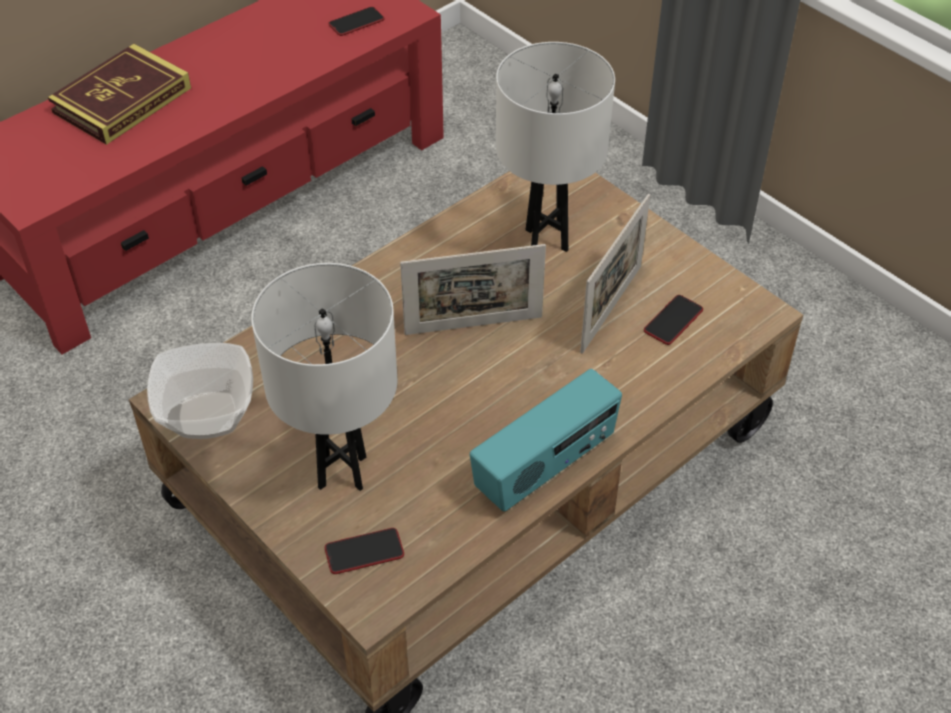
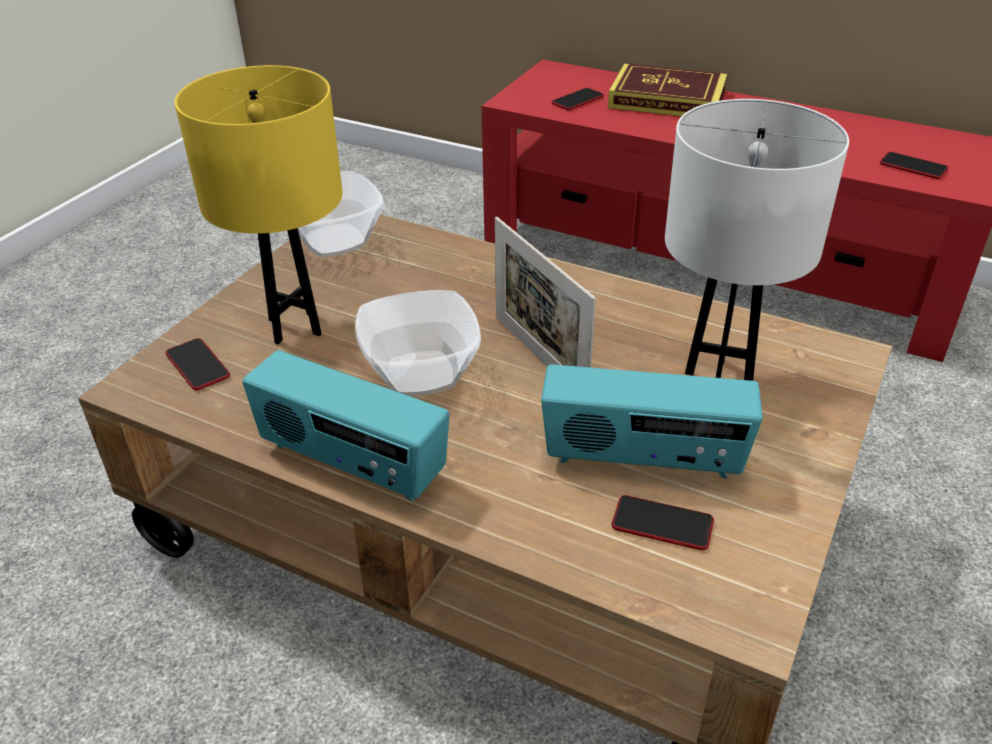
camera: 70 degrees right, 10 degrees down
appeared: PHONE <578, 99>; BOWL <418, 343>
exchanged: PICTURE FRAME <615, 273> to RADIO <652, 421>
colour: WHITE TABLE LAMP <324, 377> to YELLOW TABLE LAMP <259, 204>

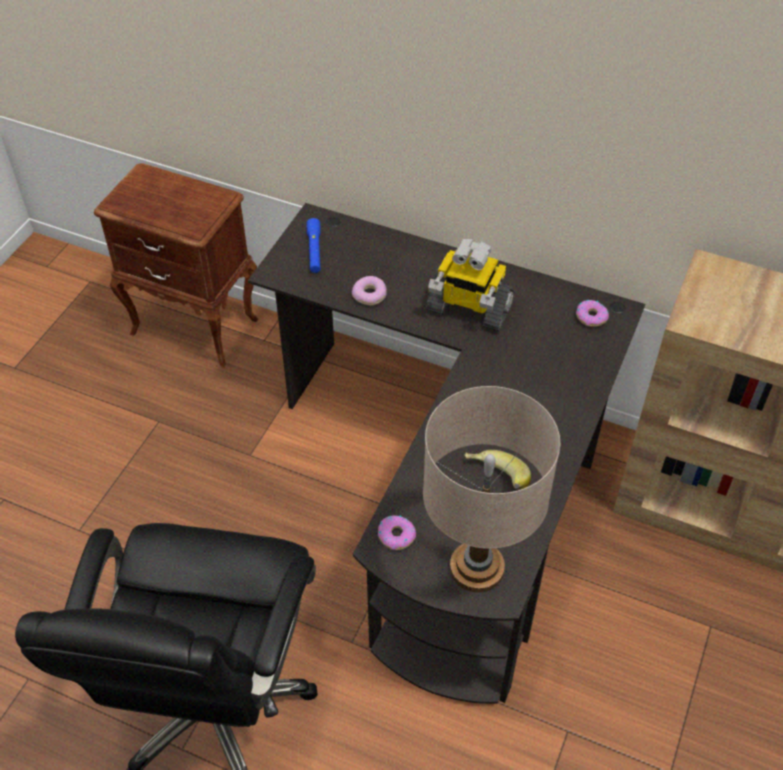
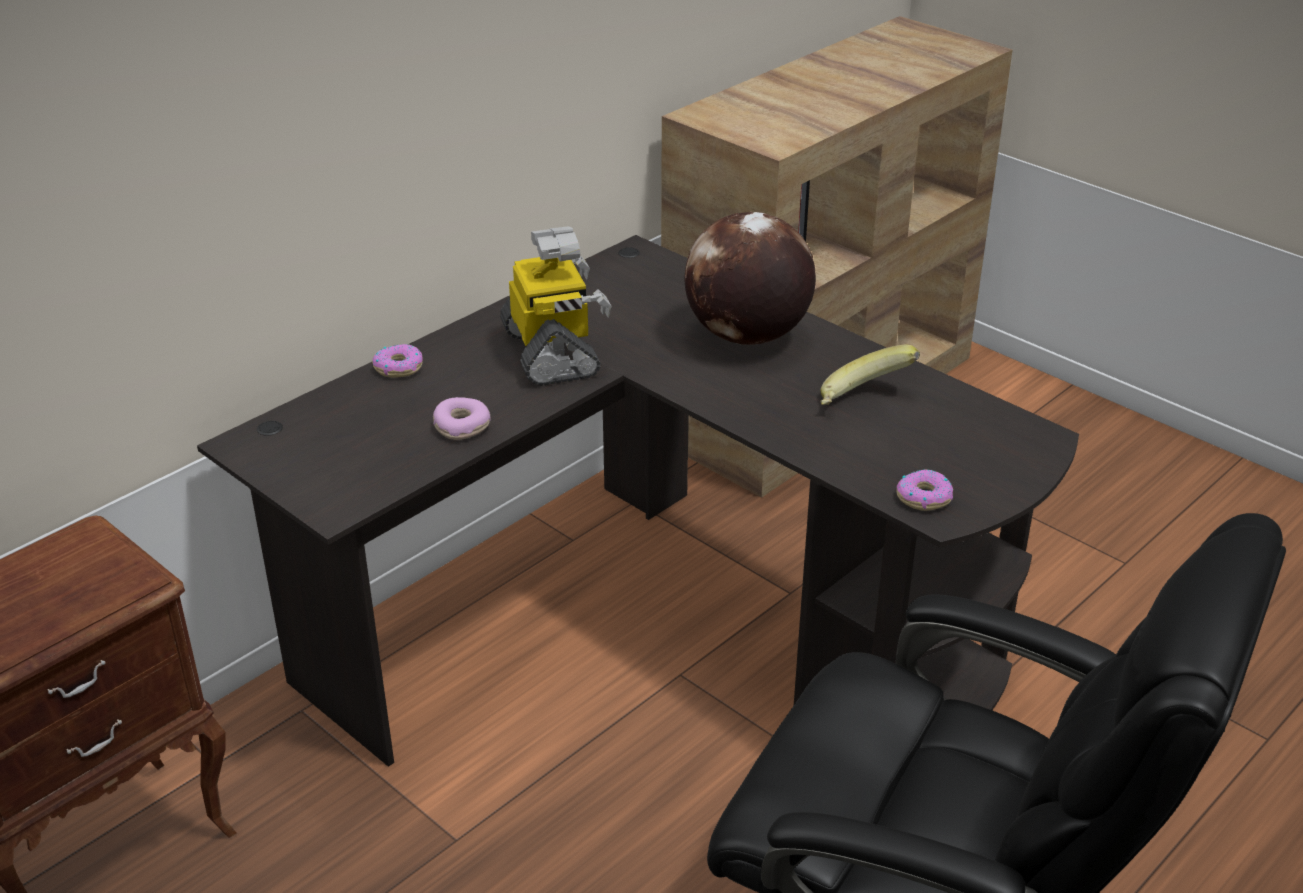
camera: 70 degrees left, 15 degrees down
missing: BLUE FLASHLIGHT <313, 245>; BEIGE TABLE LAMP <491, 489>
appeared: GLOBE <750, 278>
relocated: DONUT <592, 313> to <397, 361>
spun: TOY ROBOT <470, 285> = <555, 305> 60 degrees counterclockwise

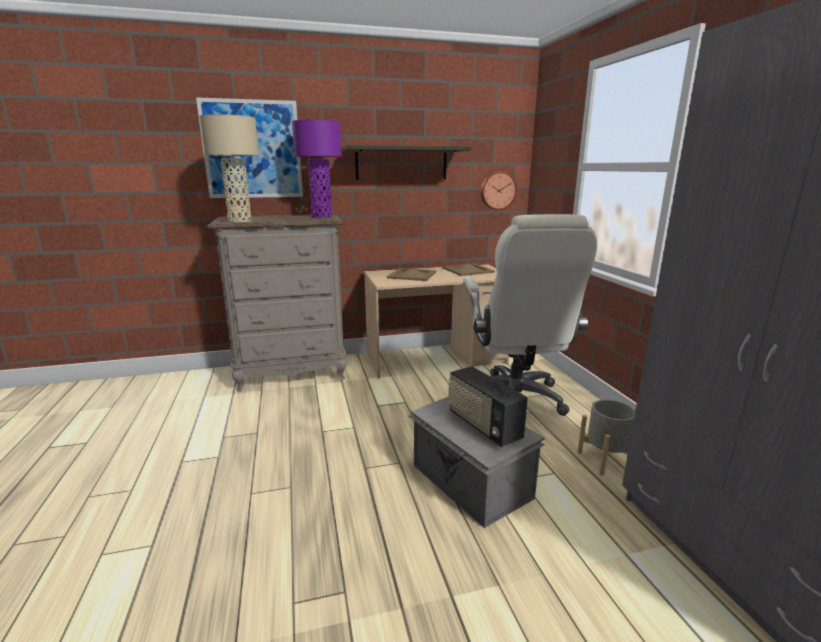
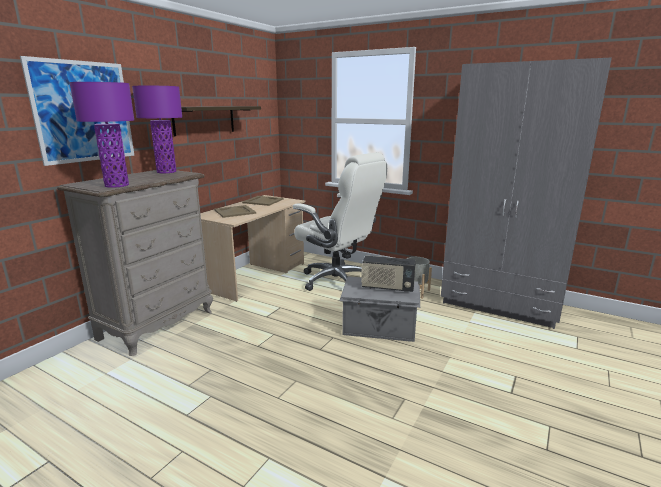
camera: 45 degrees left, 0 degrees up
missing: WALL CLOCK <499, 190>
colour: BEIGE TABLE LAMP <229, 168> to PURPLE TABLE LAMP <101, 135>

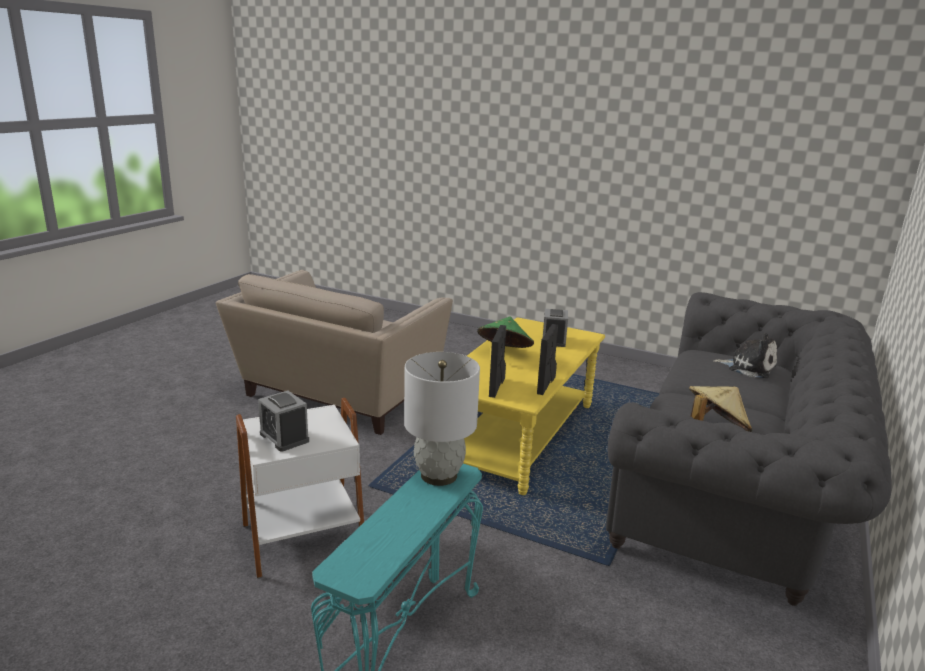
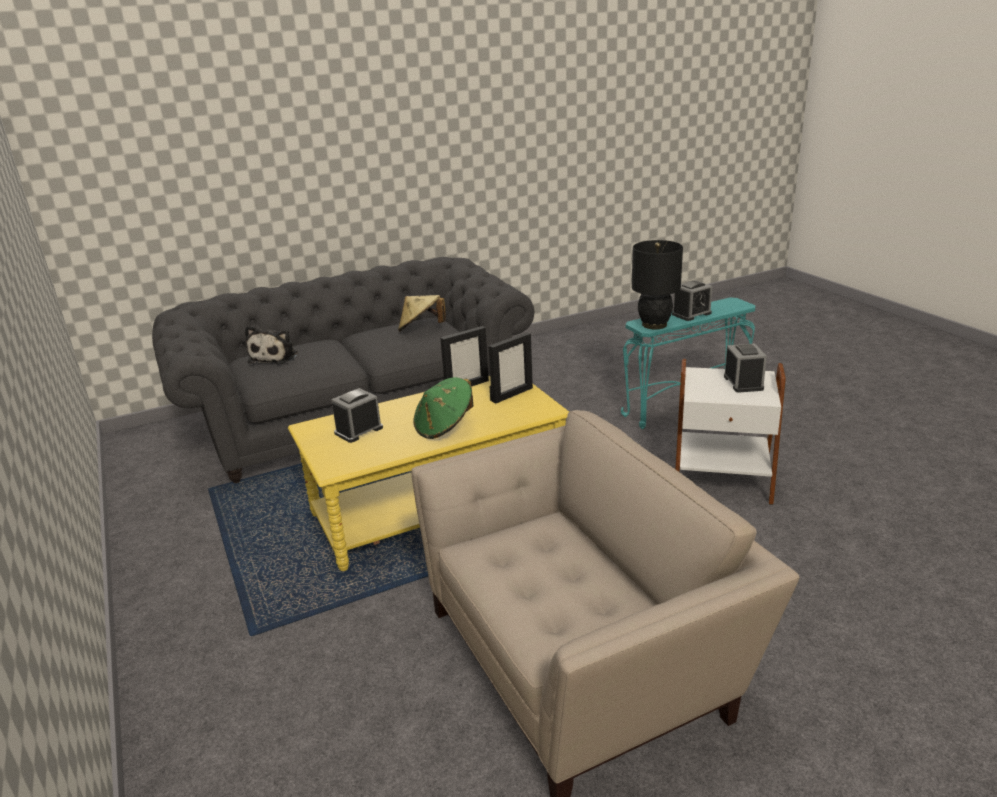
camera: 140 degrees left, 5 degrees up
appeared: ALARM CLOCK <692, 300>
colour: WHITE TABLE LAMP <442, 419> to BLACK TABLE LAMP <657, 284>
spun: PLUSH TOY <745, 355> = <271, 345> 150 degrees counterclockwise

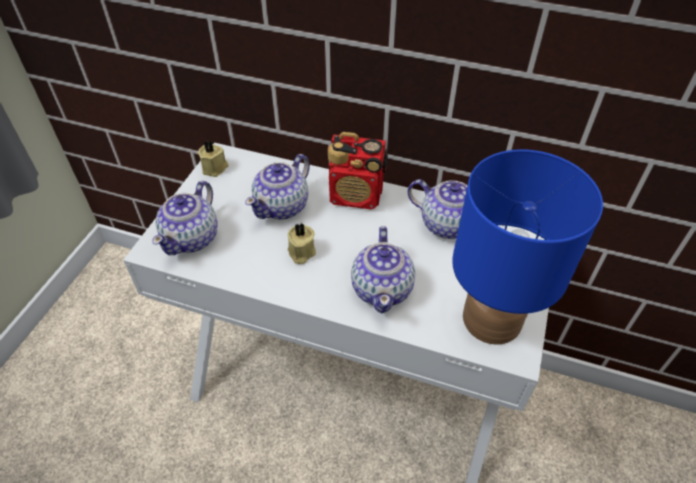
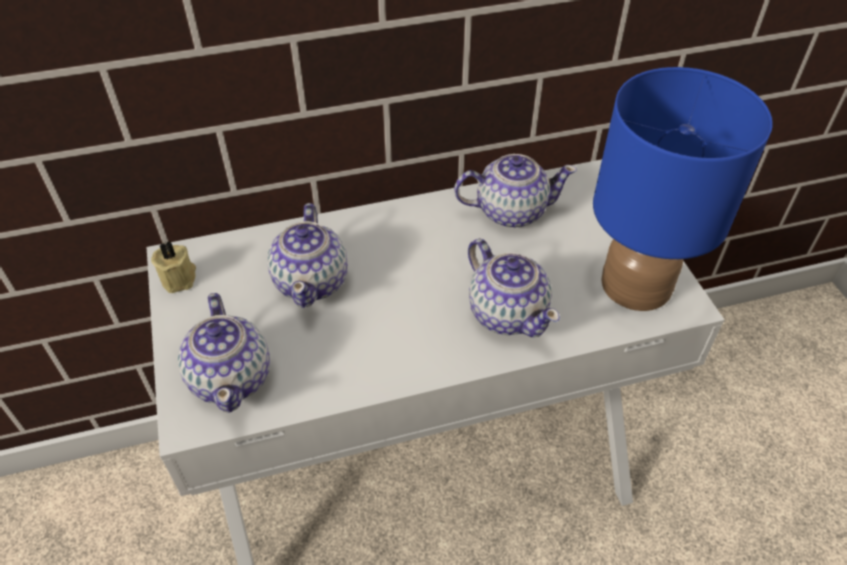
camera: 35 degrees left, 0 degrees up
missing: RADIO <358, 171>; BEIGE CANDLE <302, 243>

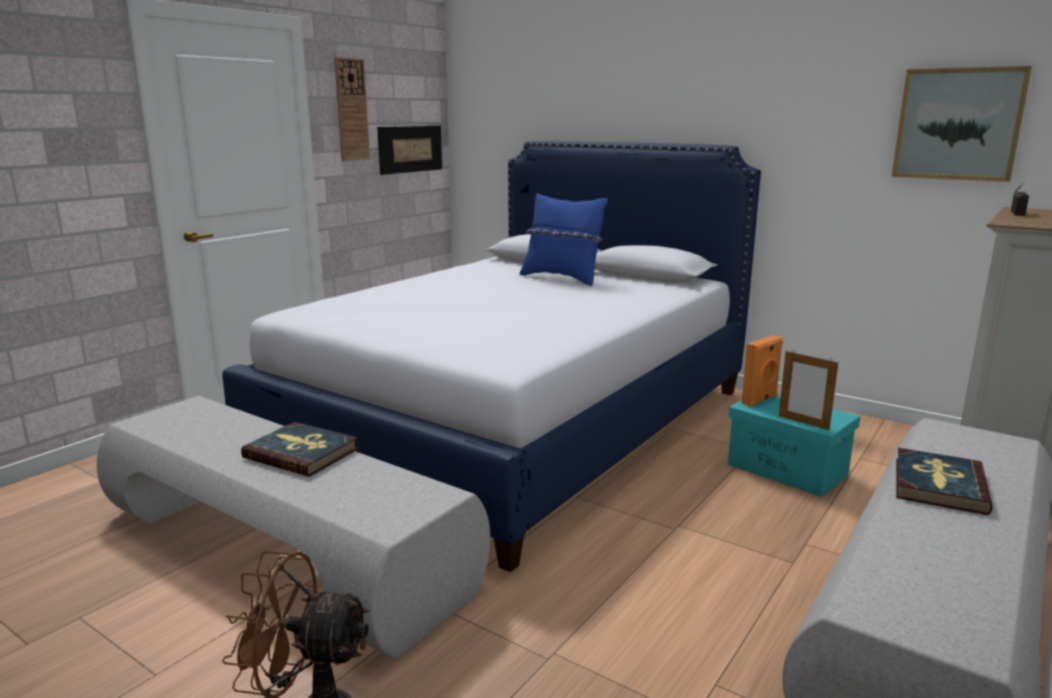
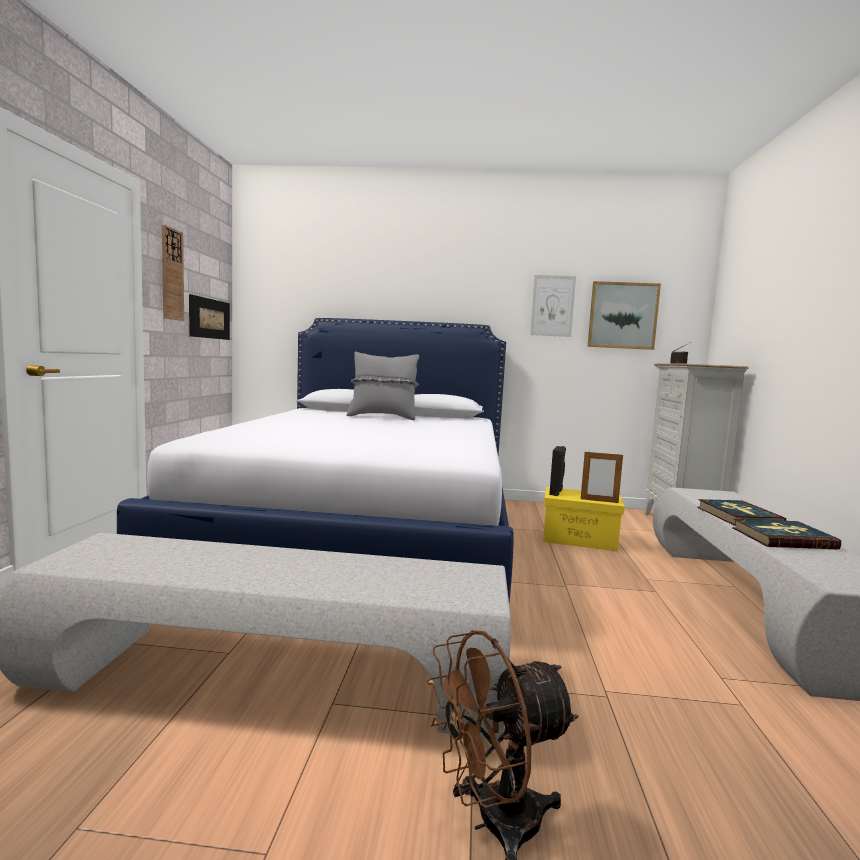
camera: 30 degrees left, 10 degrees down
appeared: PICTURE <553, 306>
relocated: BOOK <299, 449> to <786, 534>
colour: BLUE PILLOW <564, 239> to GREY PILLOW <383, 385>; ORANGE SPEAKER <762, 371> to BLACK SPEAKER <557, 471>; TURQUOISE STORAGE BOX <794, 445> to YELLOW STORAGE BOX <584, 519>

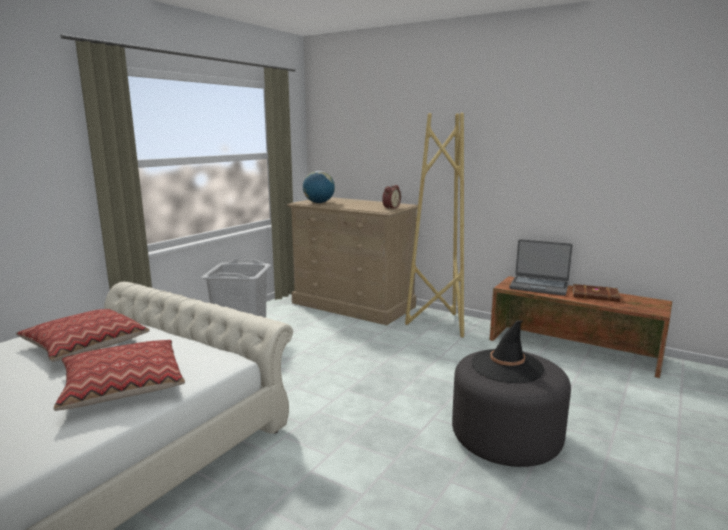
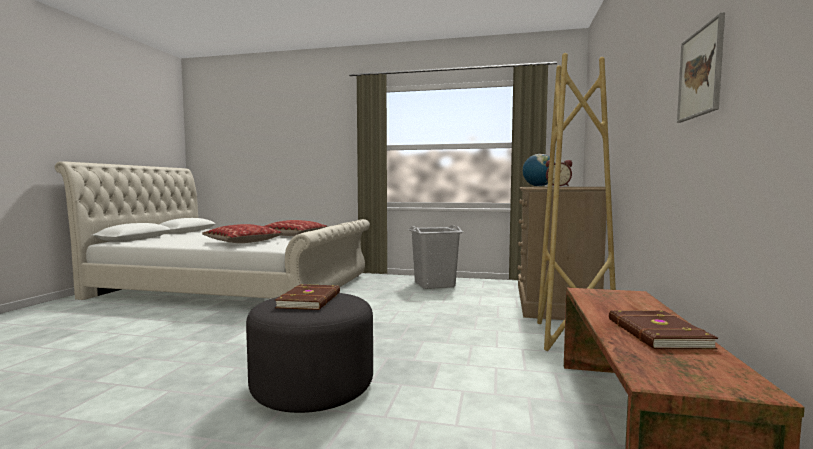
camera: 70 degrees right, 10 degrees down
missing: LAPTOP <541, 267>
appeared: PICTURE <701, 67>
exchanged: BLACK HAT <508, 351> to BROWN BOOK <307, 297>

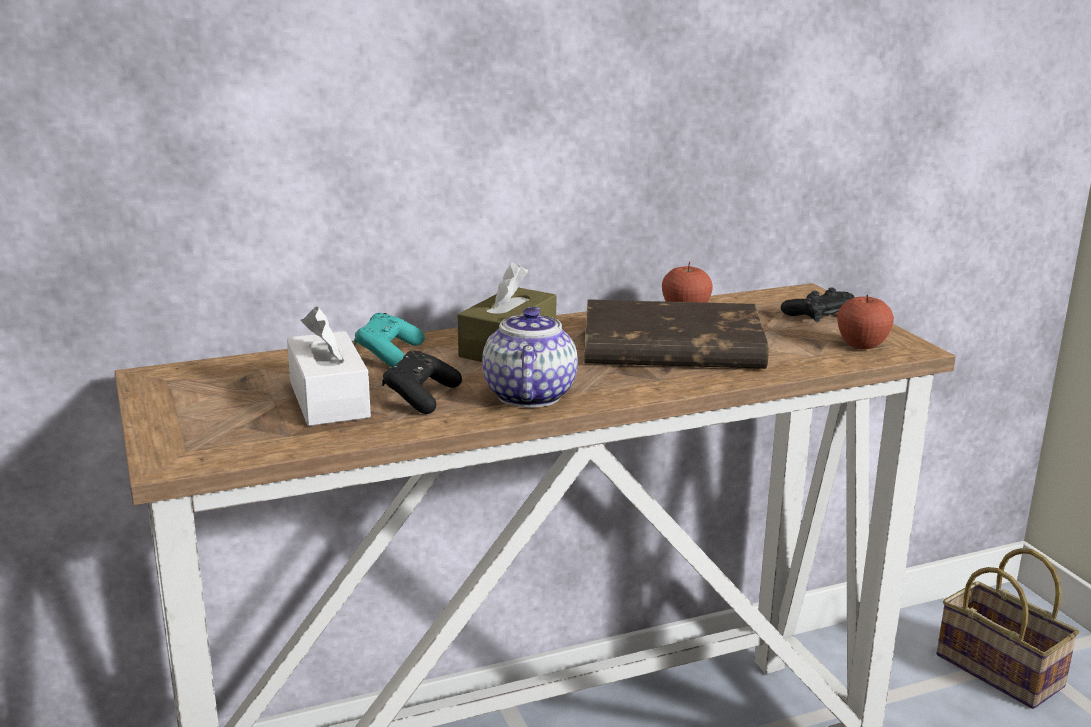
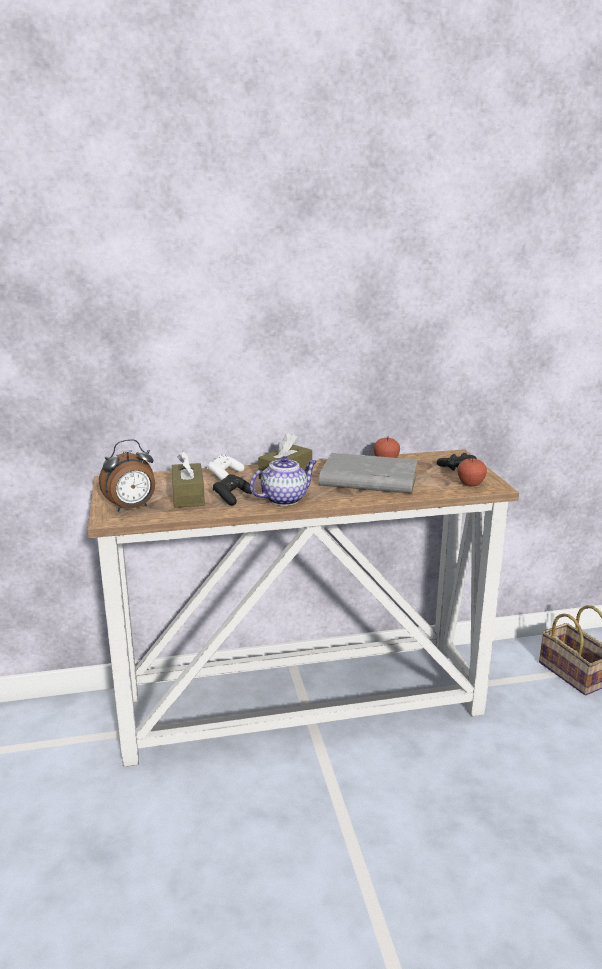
camera: 10 degrees right, 0 degrees up
appeared: ALARM CLOCK <127, 475>
colour: BROWN BOOK <676, 334> to GREY BOOK <368, 473>; WHITE TISSUE BOX <329, 366> to BROWN TISSUE BOX <188, 479>; TURQUOISE GAME CONTROLLER <389, 340> to WHITE GAME CONTROLLER <226, 467>
spun: TEAPOT <530, 357> = <283, 481> 45 degrees clockwise

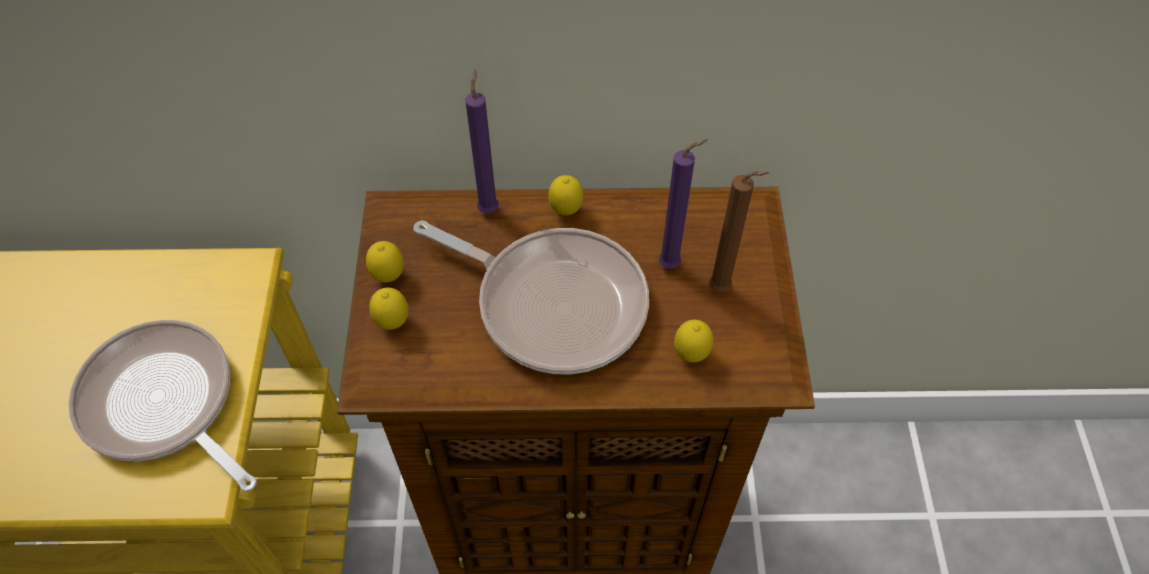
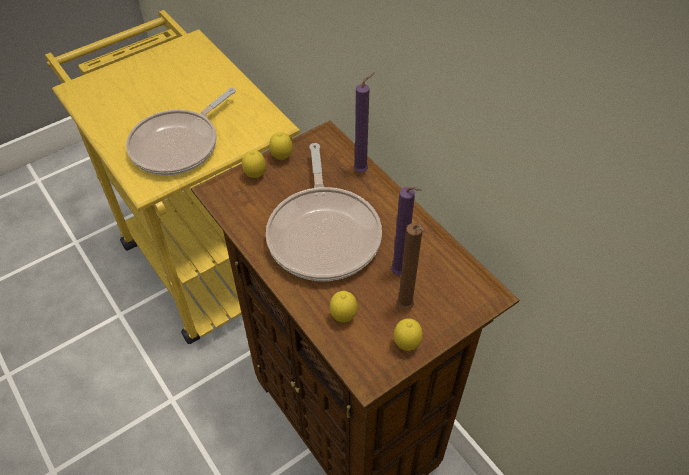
camera: 55 degrees right, 5 degrees down
relocated: LEMON <566, 195> to <408, 334>
spun: FRYING PAN <162, 406> = <181, 131> 150 degrees counterclockwise

